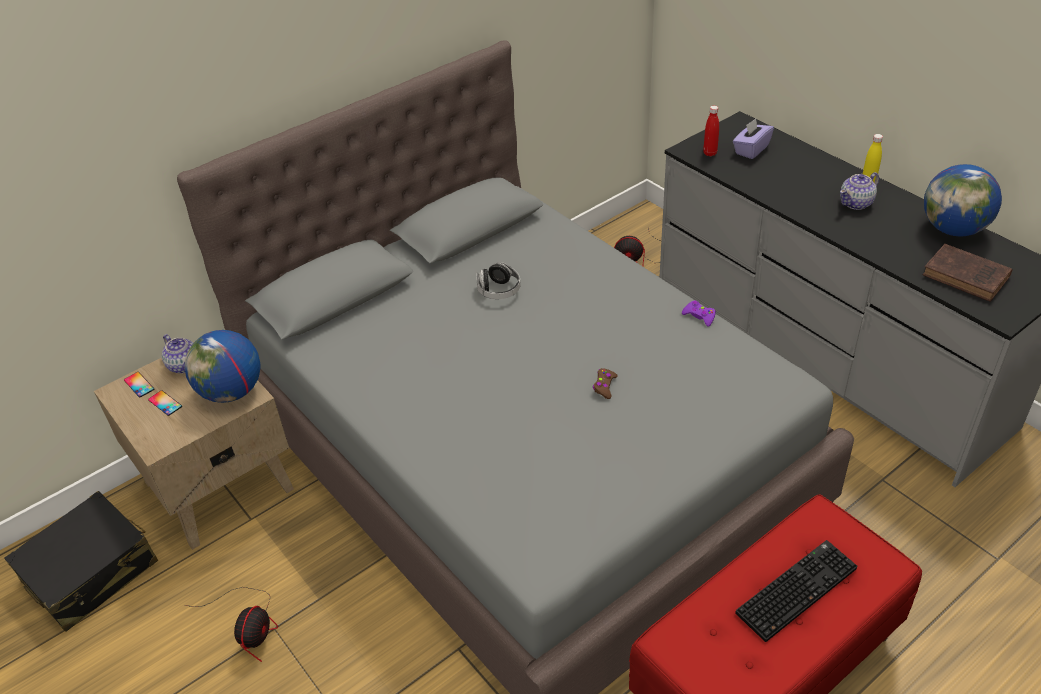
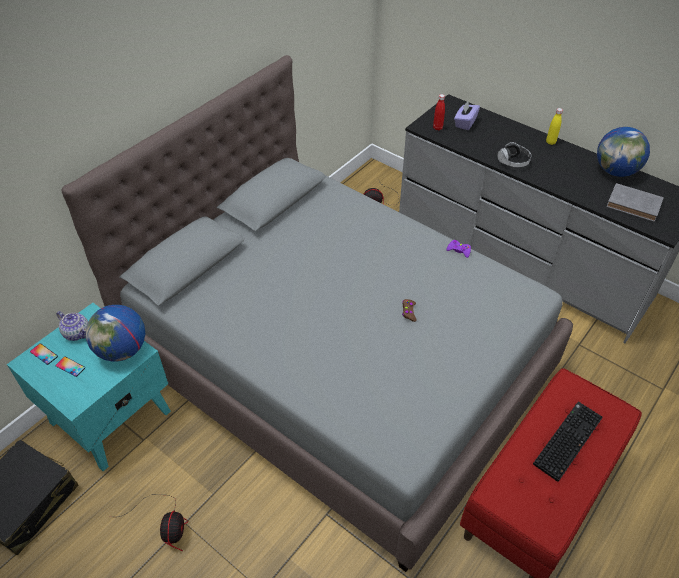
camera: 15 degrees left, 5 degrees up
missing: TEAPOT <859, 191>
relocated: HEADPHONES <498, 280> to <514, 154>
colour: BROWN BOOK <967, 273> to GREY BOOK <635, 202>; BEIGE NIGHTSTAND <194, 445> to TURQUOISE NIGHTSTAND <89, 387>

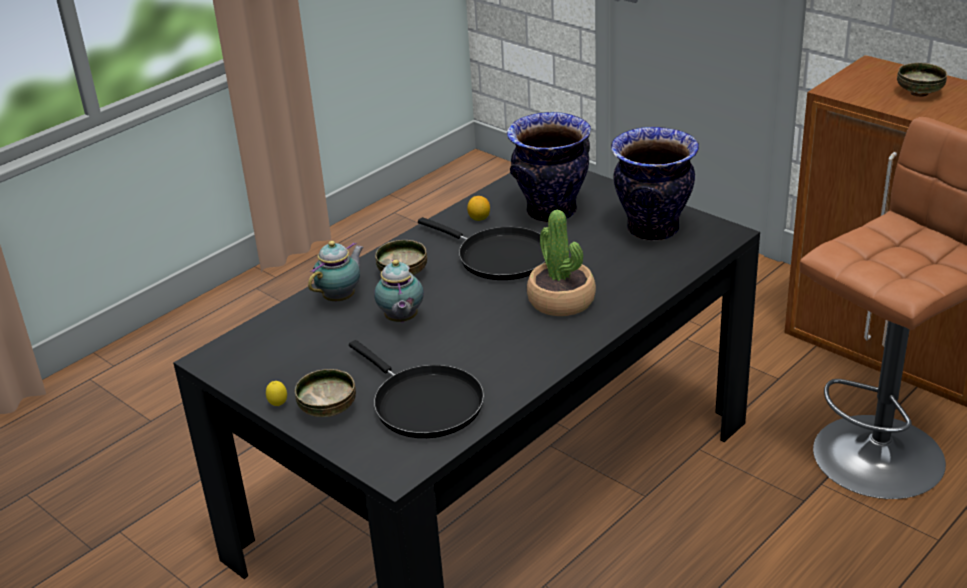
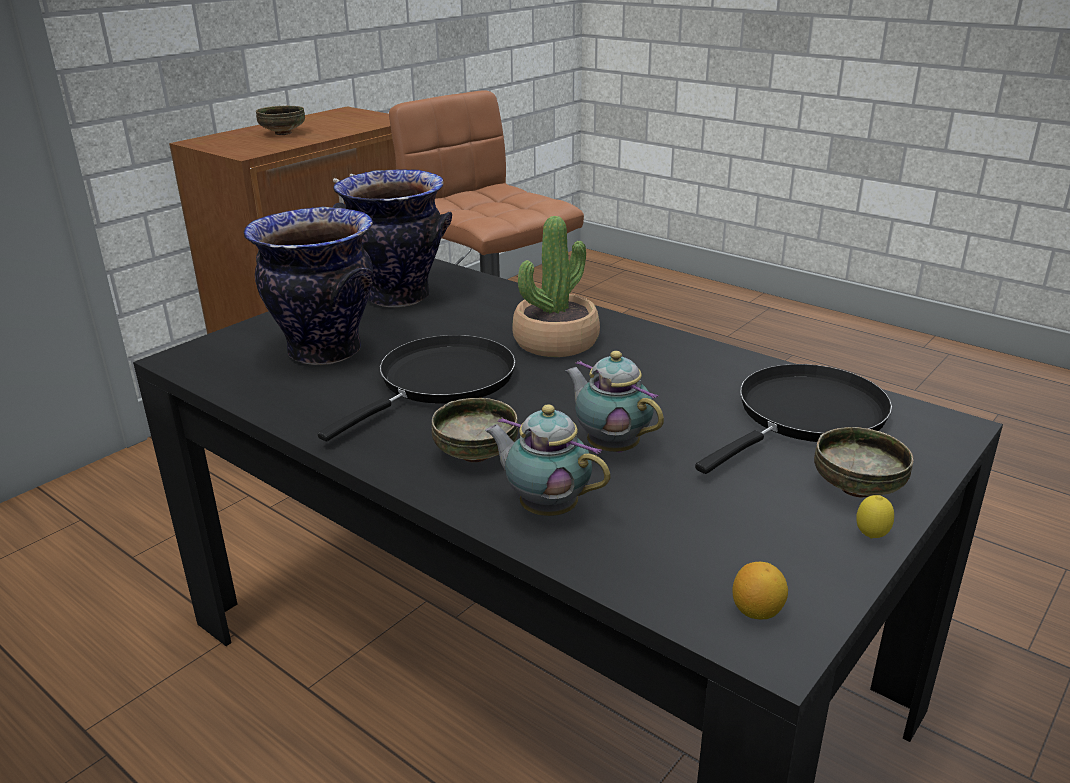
camera: 95 degrees left, 5 degrees down
relocated: LEMON <478, 208> to <760, 591>
spun: TEAPOT <399, 290> = <614, 402> 120 degrees counterclockwise

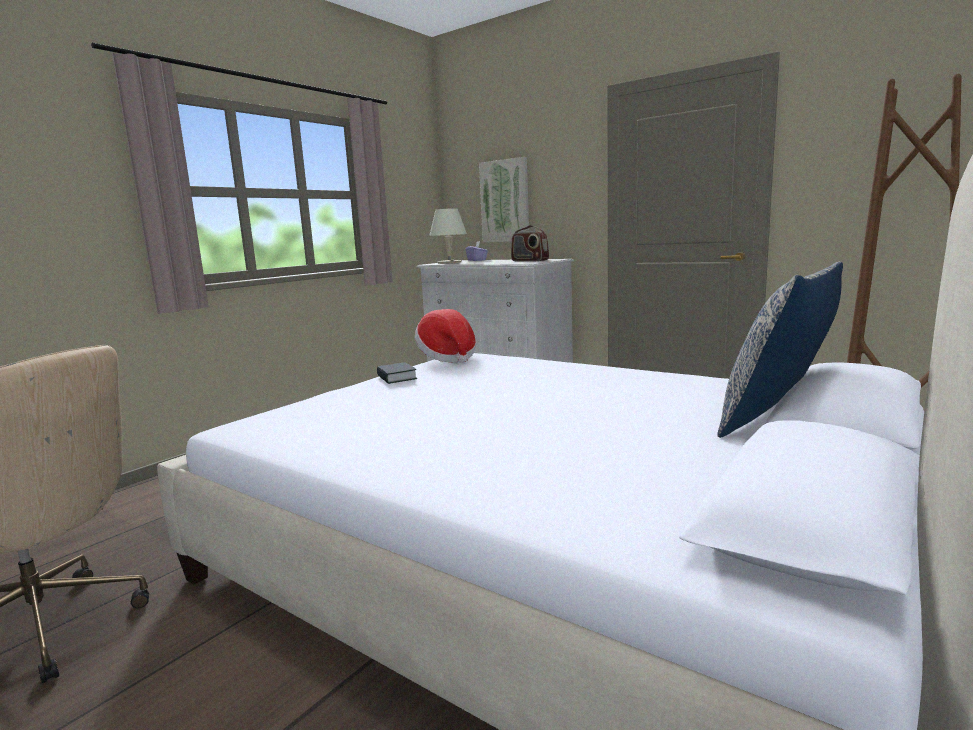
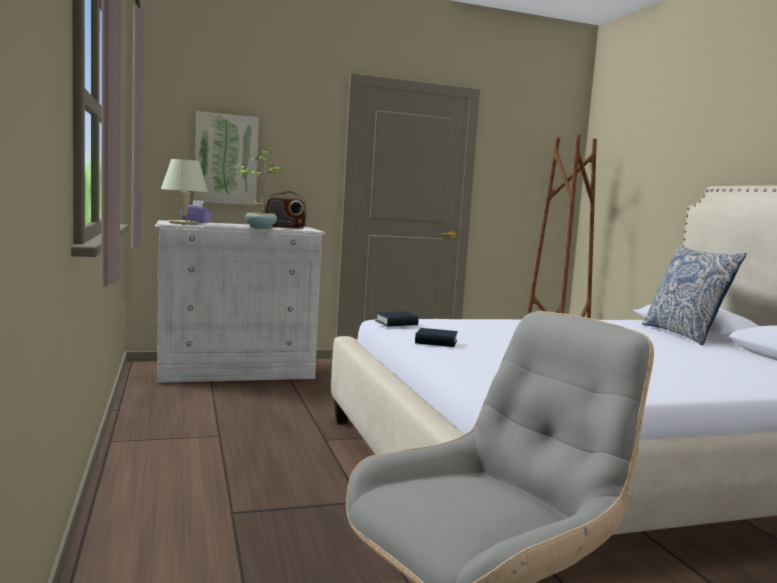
camera: 55 degrees left, 5 degrees down
appeared: POTTED PLANT <259, 189>
exchanged: HAT <445, 336> to BOOK <397, 319>

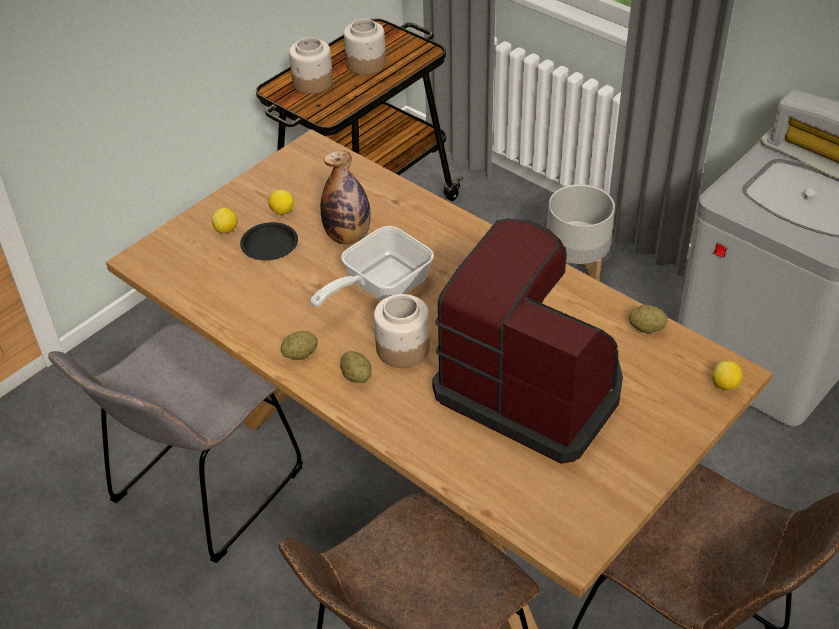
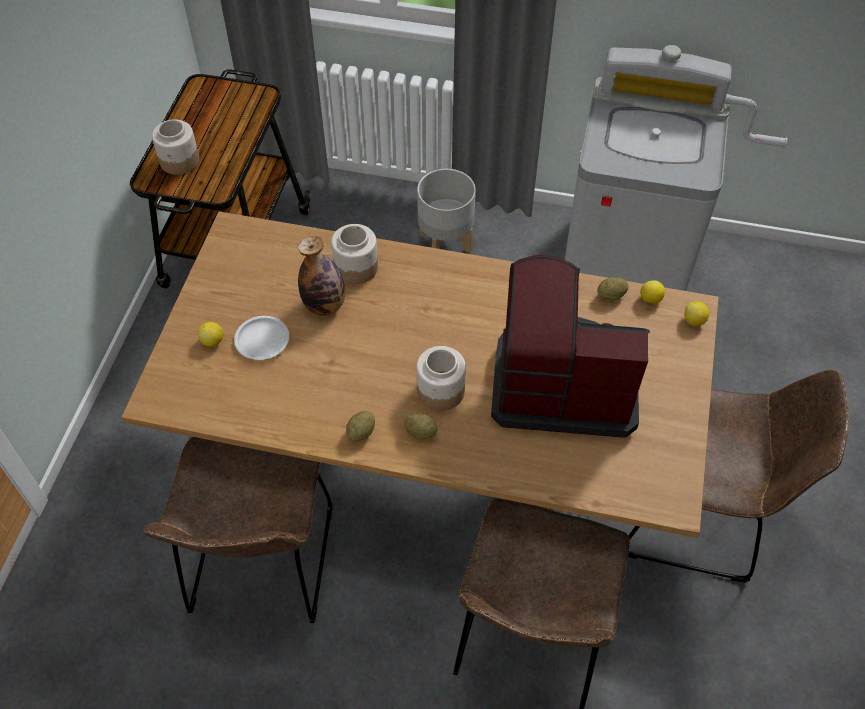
camera: 30 degrees left, 10 degrees up
missing: FRYING PAN <372, 266>
relocated: JAR <365, 47> to <354, 254>; LEMON <281, 202> to <652, 292>
colour: BLACK PLATE <269, 241> to WHITE PLATE <261, 338>; GREY CHAIR <175, 443> to BROWN CHAIR <238, 530>

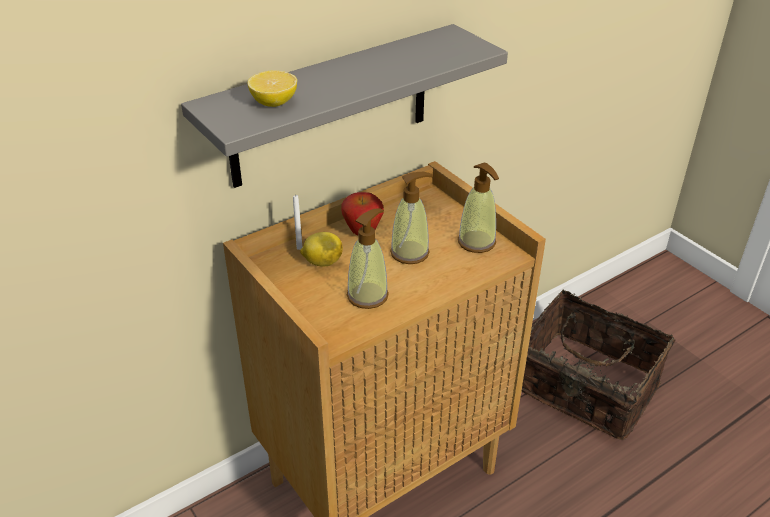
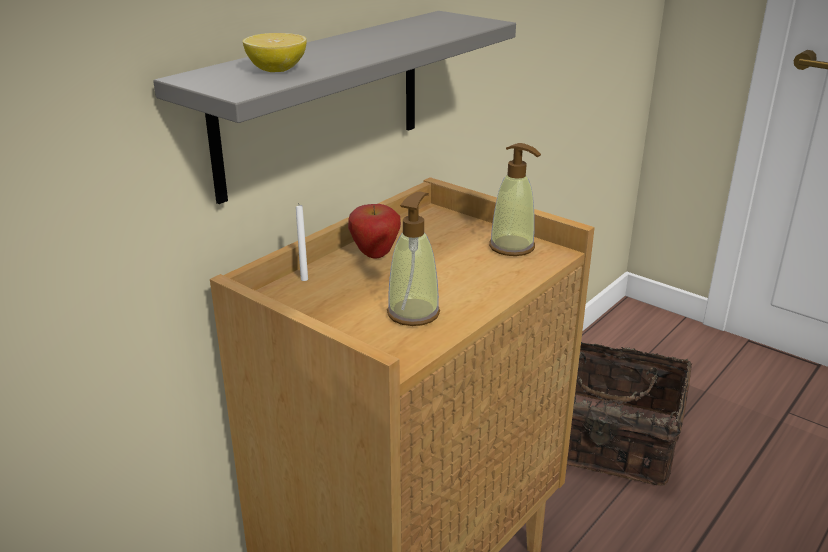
camera: 15 degrees left, 10 degrees down
missing: SOAP DISPENSER <411, 218>; LEMON <321, 249>

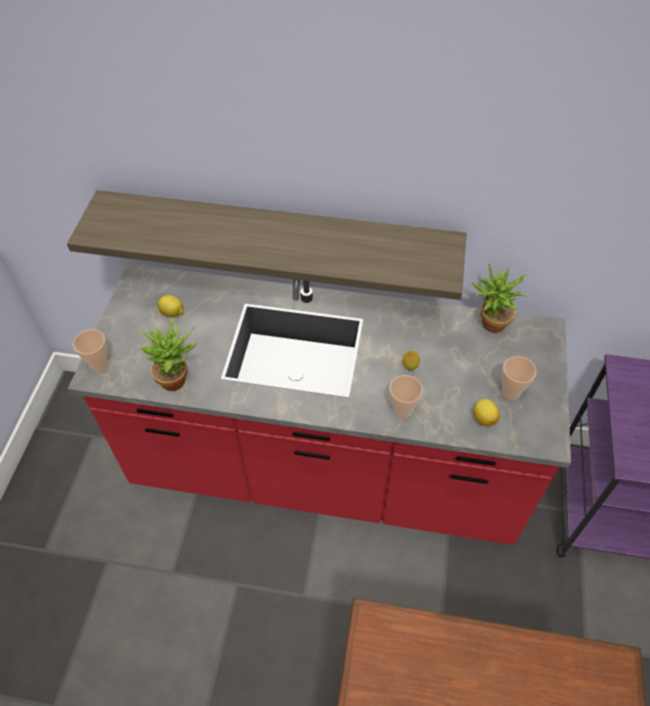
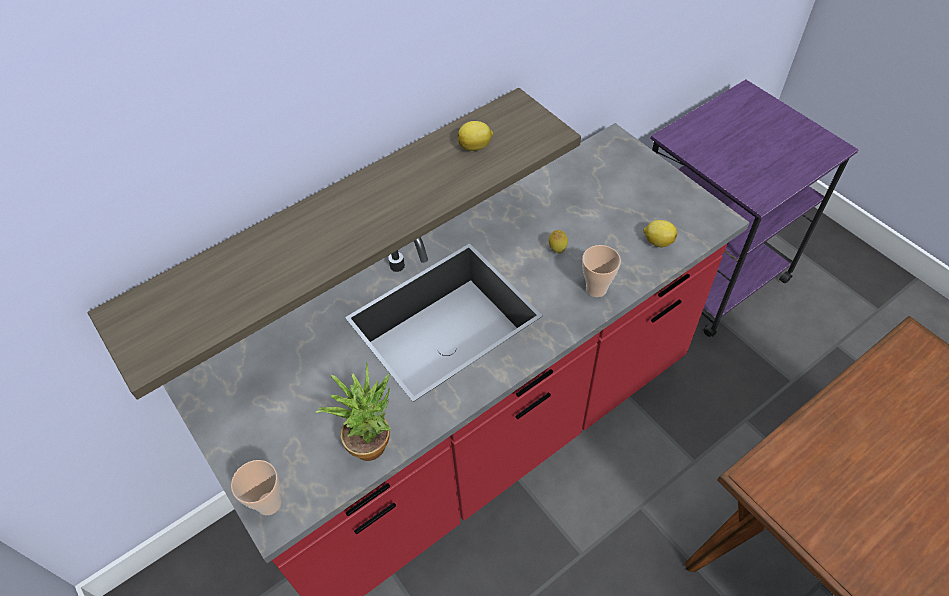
camera: 45 degrees left, 0 degrees up
missing: POTTED PLANT <499, 298>; CUP <519, 378>
relocated: LEMON <170, 306> to <475, 136>

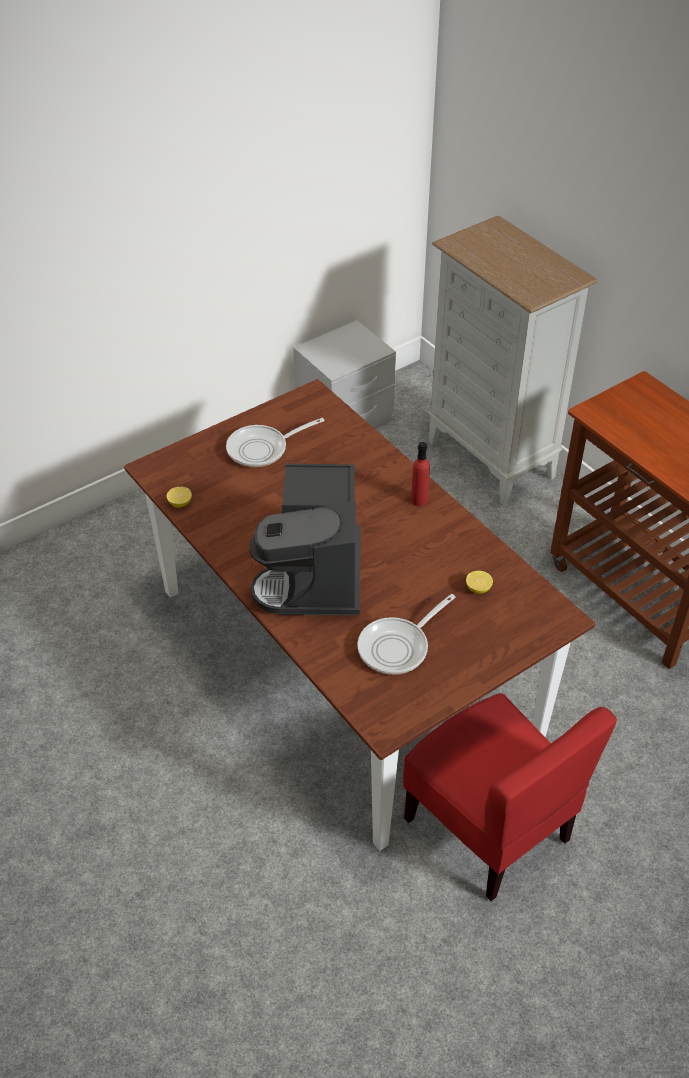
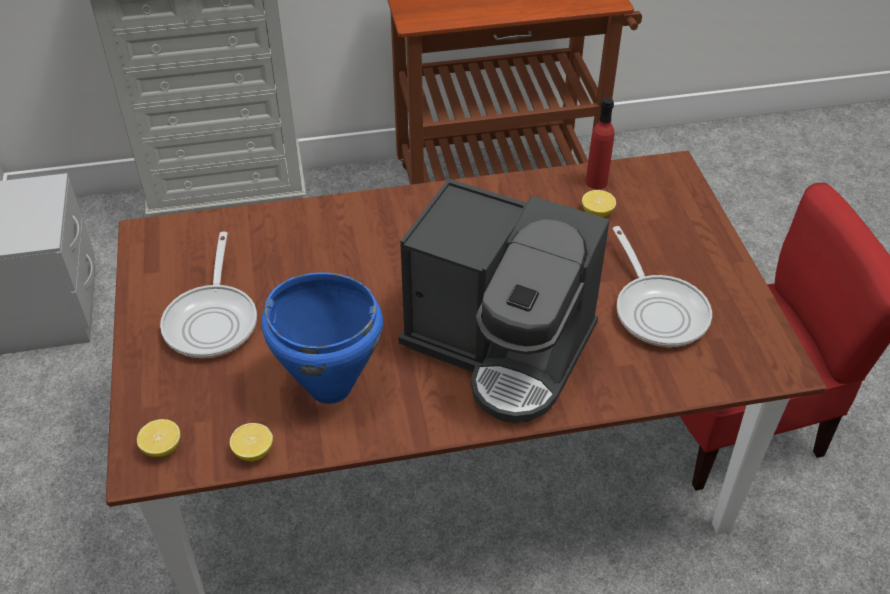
camera: 65 degrees left, 0 degrees up
appeared: BLUE COOKING POT <322, 338>; LEMON <158, 438>
relocated: RED BOTTLE <420, 474> to <600, 143>

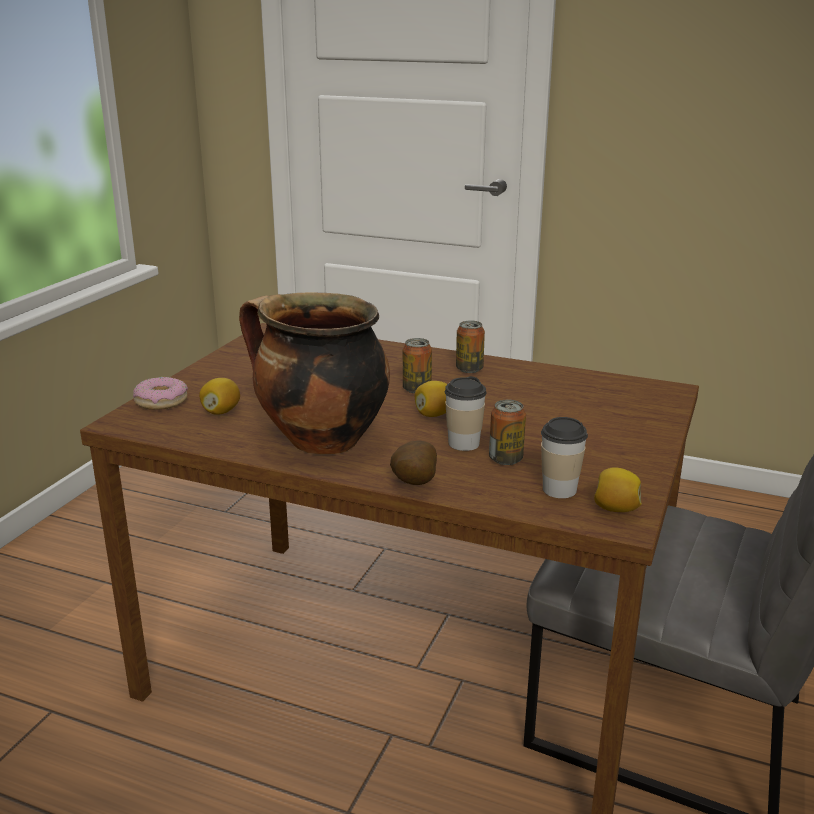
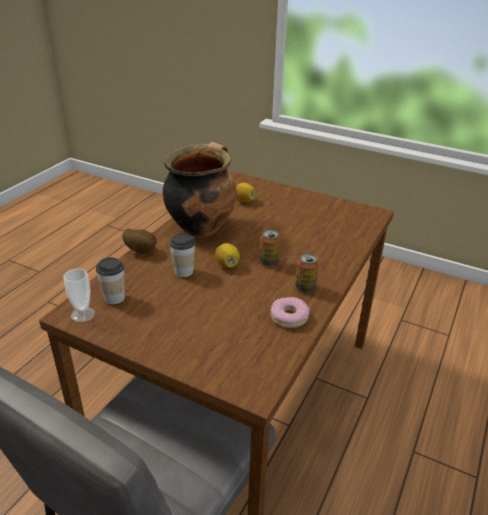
camera: 95 degrees right, 10 degrees up
missing: CAN <507, 432>
relocated: DONUT <160, 393> to <289, 312>
exchanged: LEMON <618, 489> to CUP <79, 295>

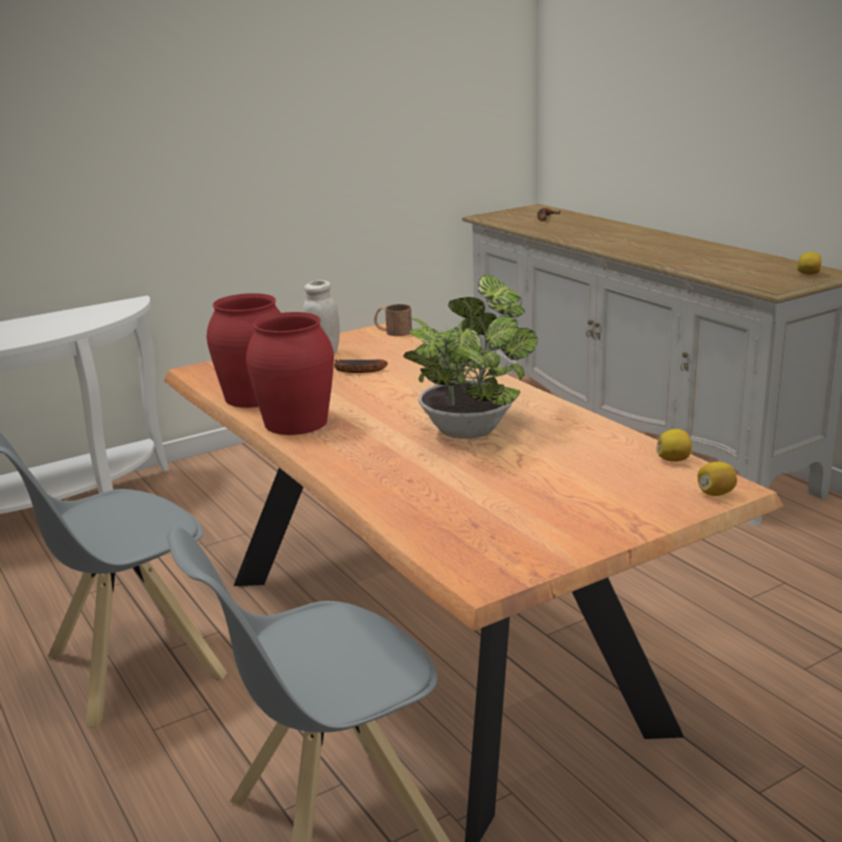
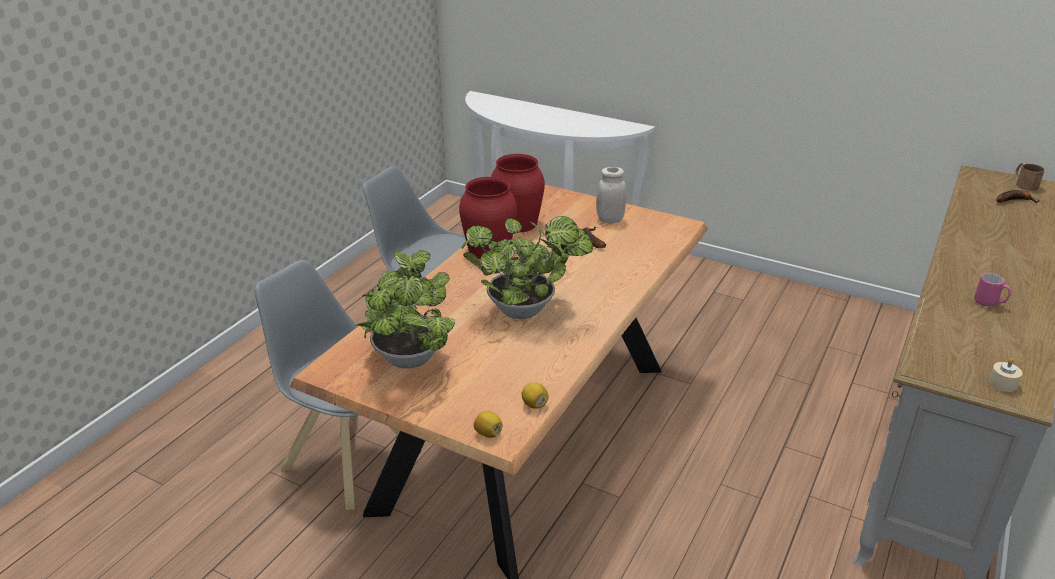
camera: 60 degrees right, 10 degrees up
appeared: POTTED PLANT <405, 309>; PINK MUG <992, 290>
relocated: BROWN MUG <393, 320> to <1030, 176>
exchanged: LEMON <809, 263> to BEIGE CANDLE <1005, 375>

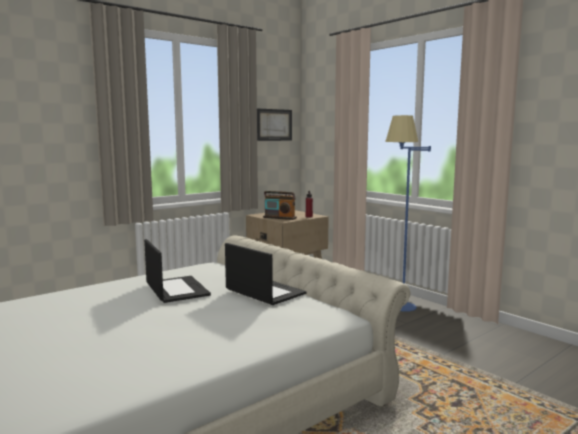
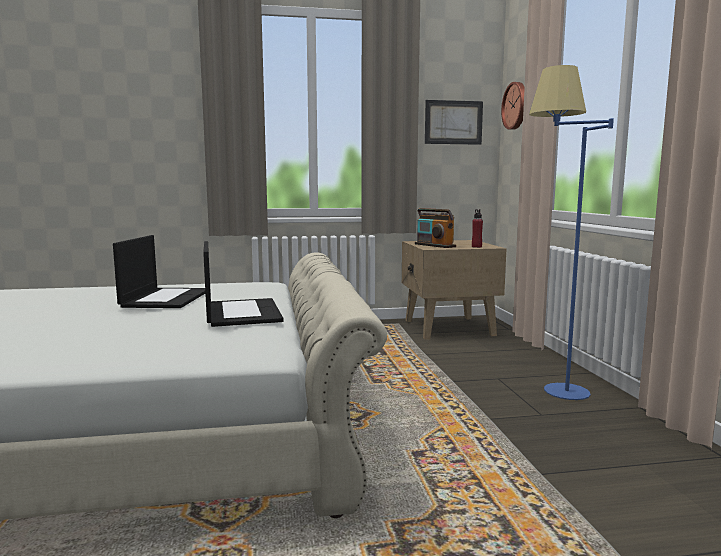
camera: 30 degrees right, 0 degrees up
appeared: WALL CLOCK <513, 106>

